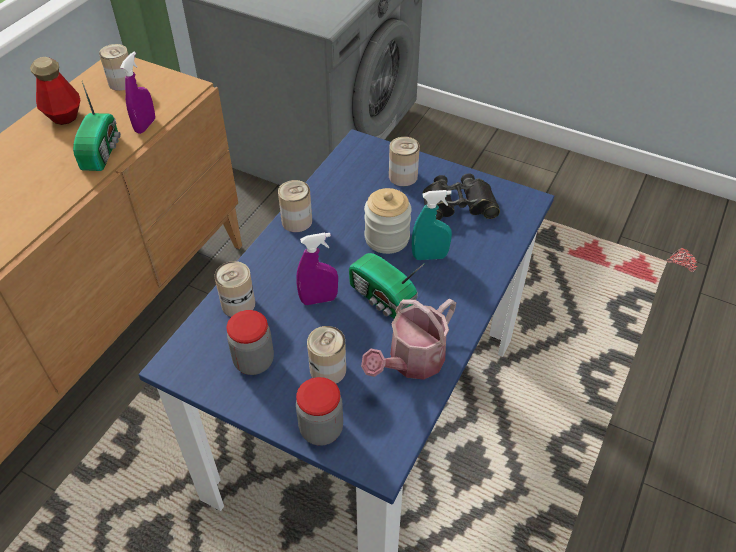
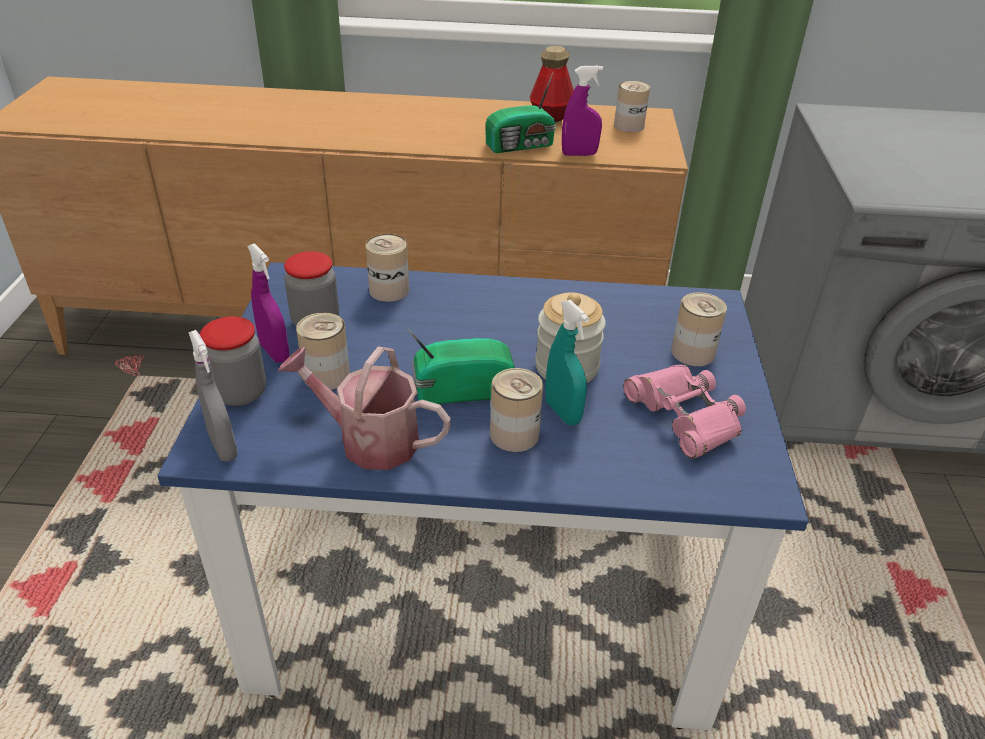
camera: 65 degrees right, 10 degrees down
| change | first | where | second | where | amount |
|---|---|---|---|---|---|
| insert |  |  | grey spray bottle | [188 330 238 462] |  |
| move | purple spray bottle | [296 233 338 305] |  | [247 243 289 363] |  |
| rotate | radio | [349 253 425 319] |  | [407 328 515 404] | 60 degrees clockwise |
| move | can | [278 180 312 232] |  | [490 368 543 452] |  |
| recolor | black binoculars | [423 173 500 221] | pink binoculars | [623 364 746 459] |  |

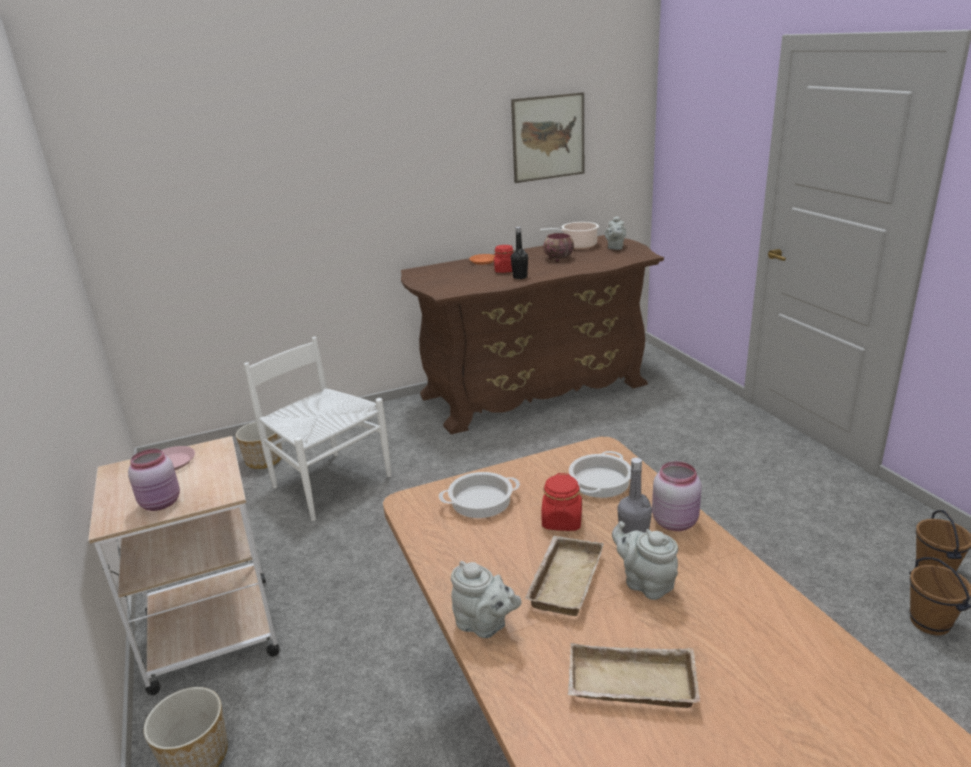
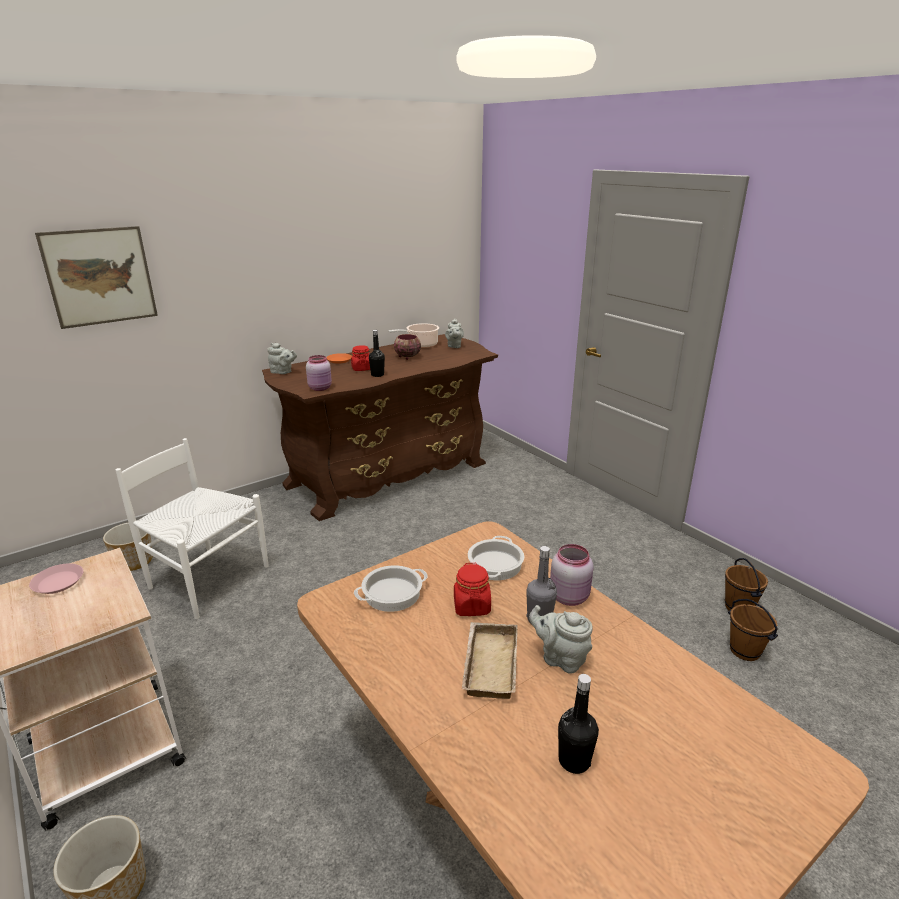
camera: 15 degrees left, 0 degrees up
| change | first | where | second | where | amount |
|---|---|---|---|---|---|
| move | picture | [511 92 584 183] |  | [35 226 158 329] |  |
| move | grey teapot | [451 561 522 638] |  | [267 343 297 374] |  |
| move | pink jar | [128 449 180 511] |  | [306 355 332 391] |  |
| replace | beige tray | [568 643 700 708] | black bottle | [558 674 599 774] |  |

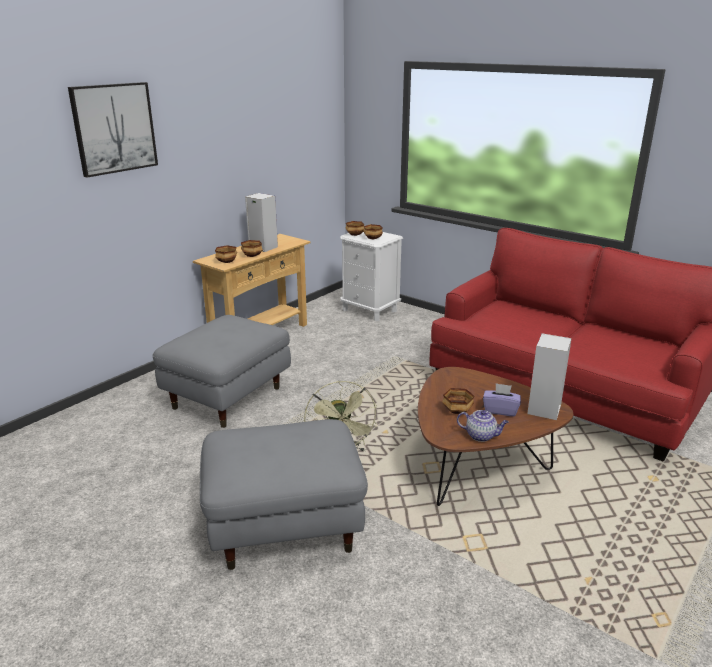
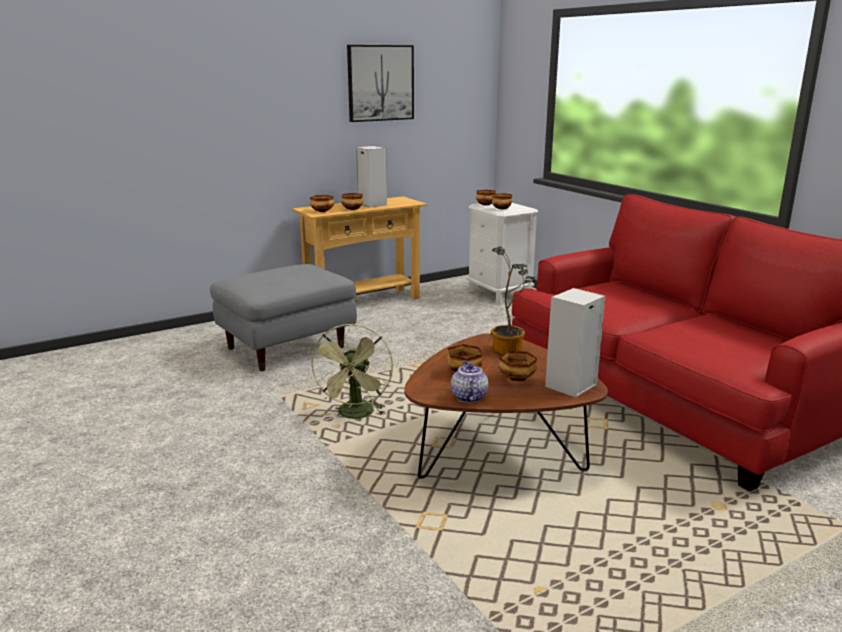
camera: 20 degrees right, 5 degrees down
| change | first | where | second | where | amount |
|---|---|---|---|---|---|
| move | picture | [68 82 158 178] |  | [347 45 414 122] |  |
| rotate | teapot | [457 410 509 442] |  | [451 361 489 403] | 135 degrees counterclockwise |
| insert |  |  | potted plant | [491 246 537 355] |  |
| replace | purple tissue box | [483 383 521 416] | bowl | [498 351 537 381] |  |
| delete | grey ottoman | [200 419 368 570] |  |  |  |

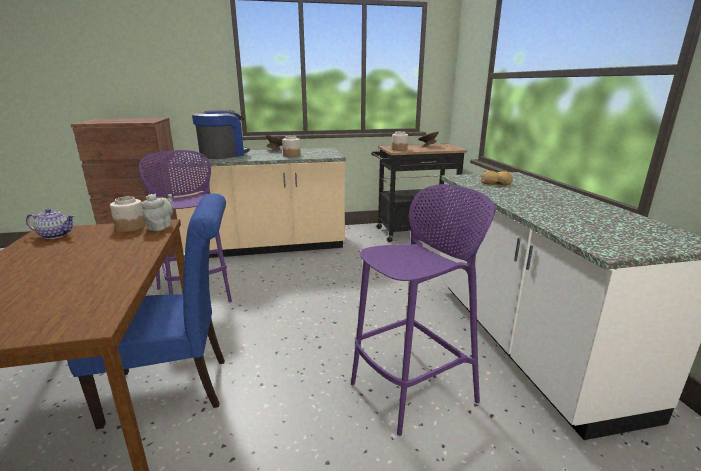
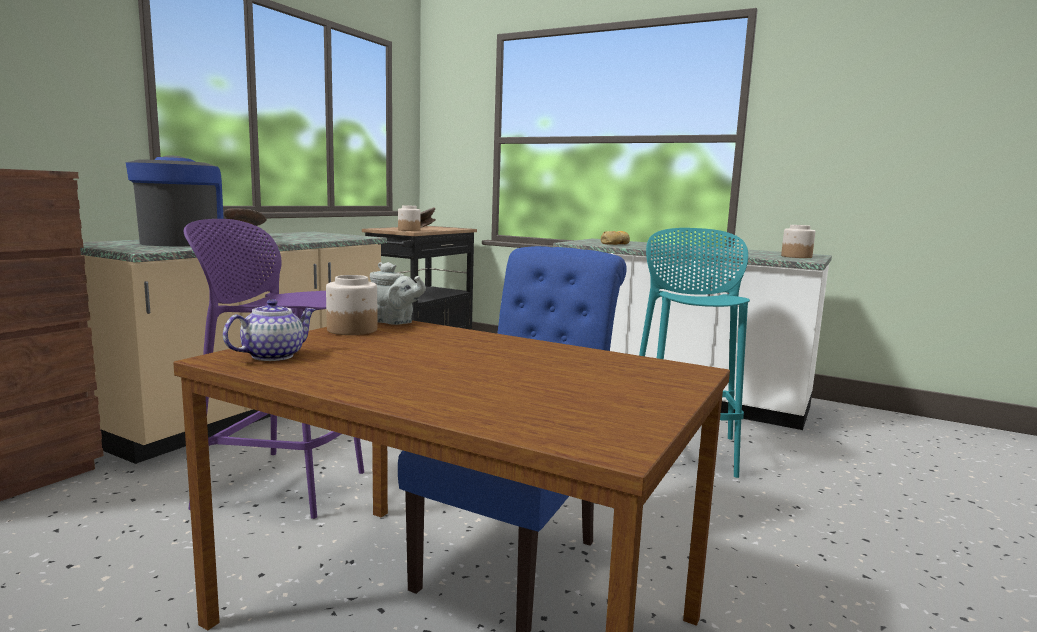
camera: 50 degrees left, 10 degrees down
| change | first | where | second | where | amount |
|---|---|---|---|---|---|
| rotate | grey teapot | [141 193 173 231] |  | [370 262 426 325] | 150 degrees clockwise |
| recolor | purple stool | [351 184 495 436] | turquoise stool | [639 228 750 478] |  |
| move | jar | [282 136 301 157] |  | [781 225 815 258] |  |

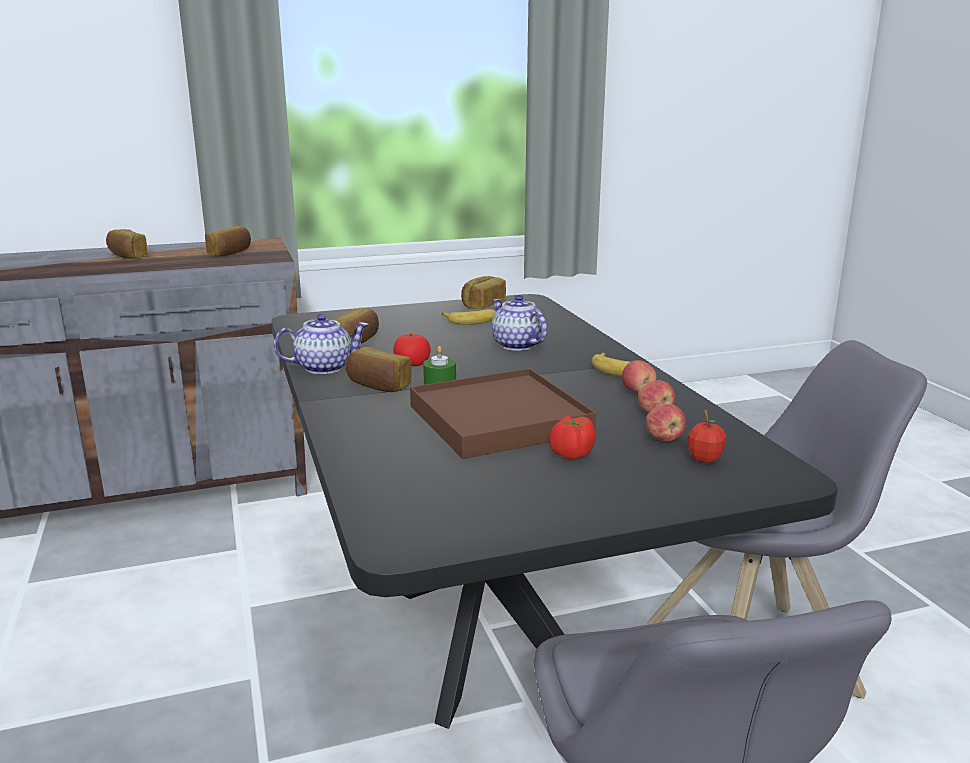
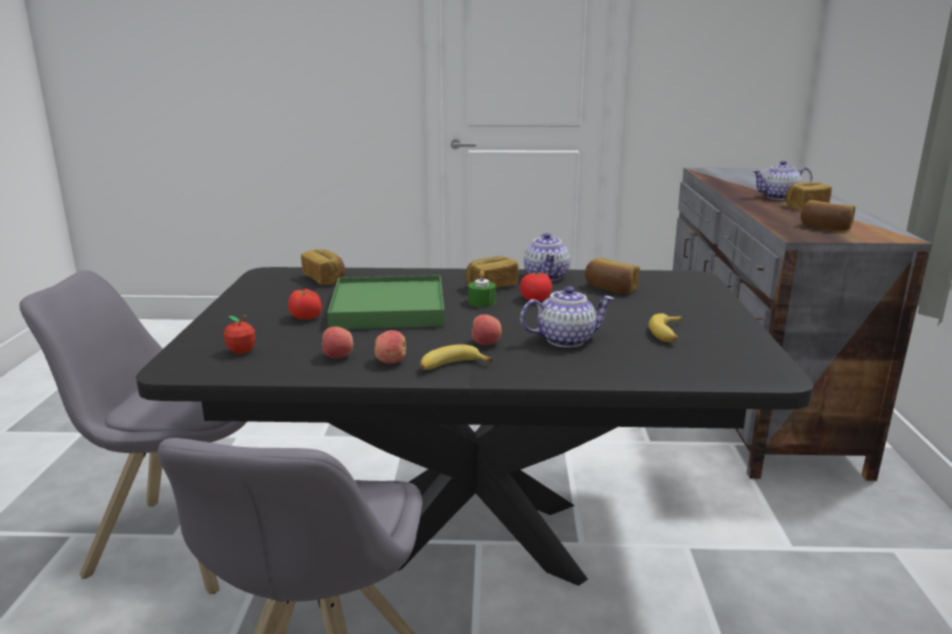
camera: 110 degrees right, 0 degrees up
| change | first | where | second | where | amount |
|---|---|---|---|---|---|
| move | bread | [461 276 506 309] |  | [301 249 345 285] |  |
| recolor | brown tray | [410 369 596 459] | green tray | [327 275 445 329] |  |
| move | apple | [646 404 686 441] |  | [471 314 502 345] |  |
| insert |  |  | teapot | [752 161 812 200] |  |

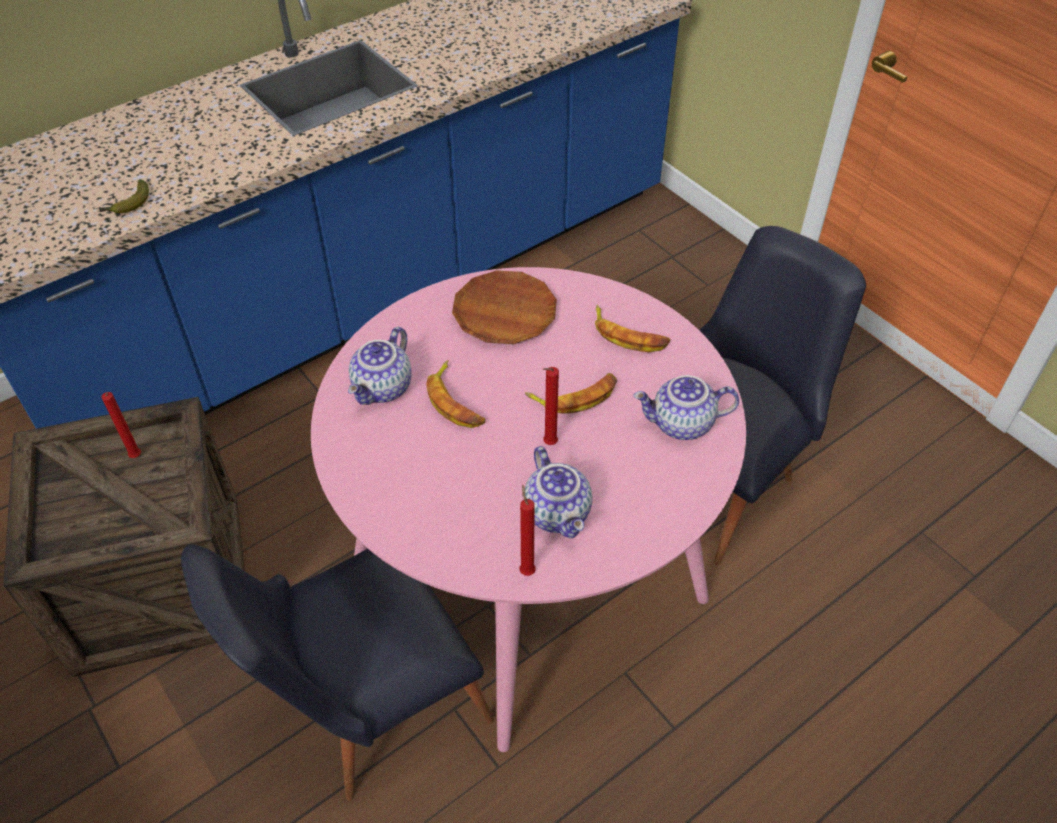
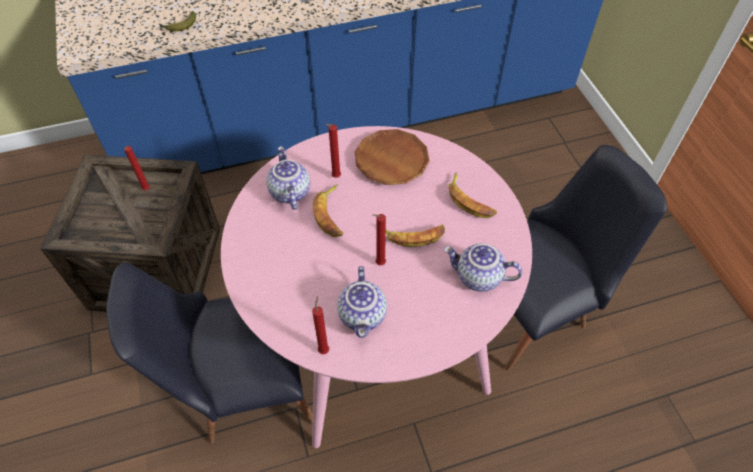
camera: 20 degrees right, 5 degrees up
| change | first | where | second | where | amount |
|---|---|---|---|---|---|
| rotate | teapot | [348 327 411 405] |  | [266 146 310 210] | 120 degrees clockwise |
| insert |  |  | red candle | [324 124 341 178] |  |

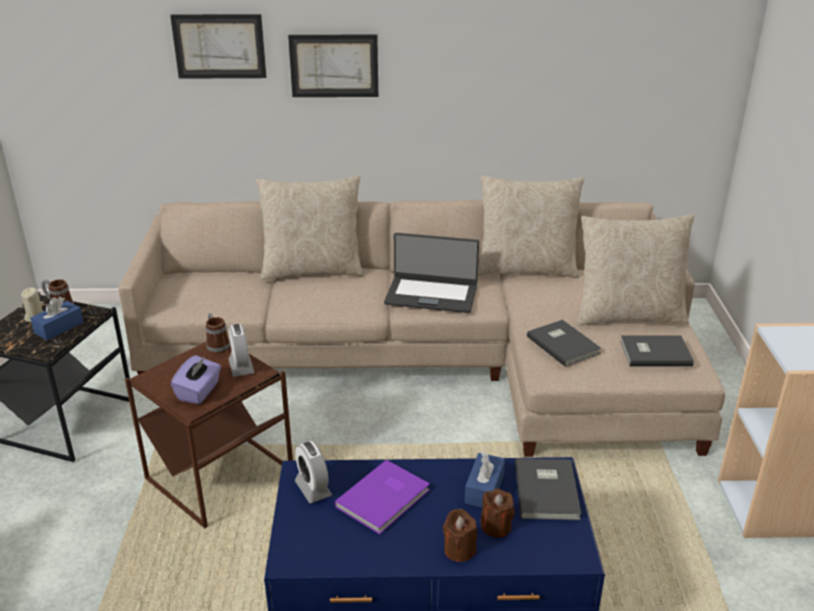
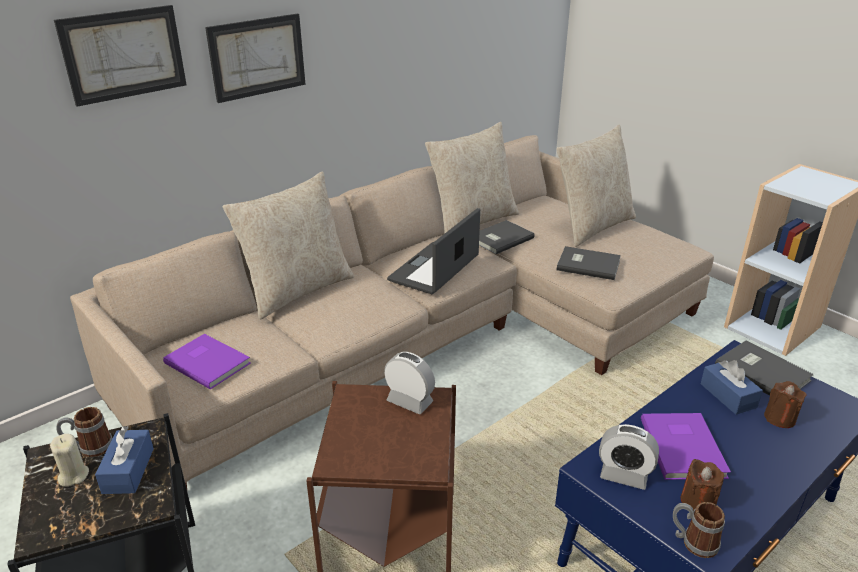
camera: 40 degrees left, 0 degrees up
| change | first | where | second | where | amount |
|---|---|---|---|---|---|
| insert |  |  | purple book | [163 334 250 389] |  |
| rotate | laptop | [384 233 479 313] |  | [387 208 480 294] | 150 degrees clockwise |
| move | grey book | [620 335 694 366] |  | [479 220 535 254] |  |
| move | mug | [206 313 230 354] |  | [673 502 725 558] |  |
| move | brown candle | [443 509 477 562] |  | [681 459 724 510] |  |
| delete | purple tissue box | [171 355 221 404] |  |  |  |

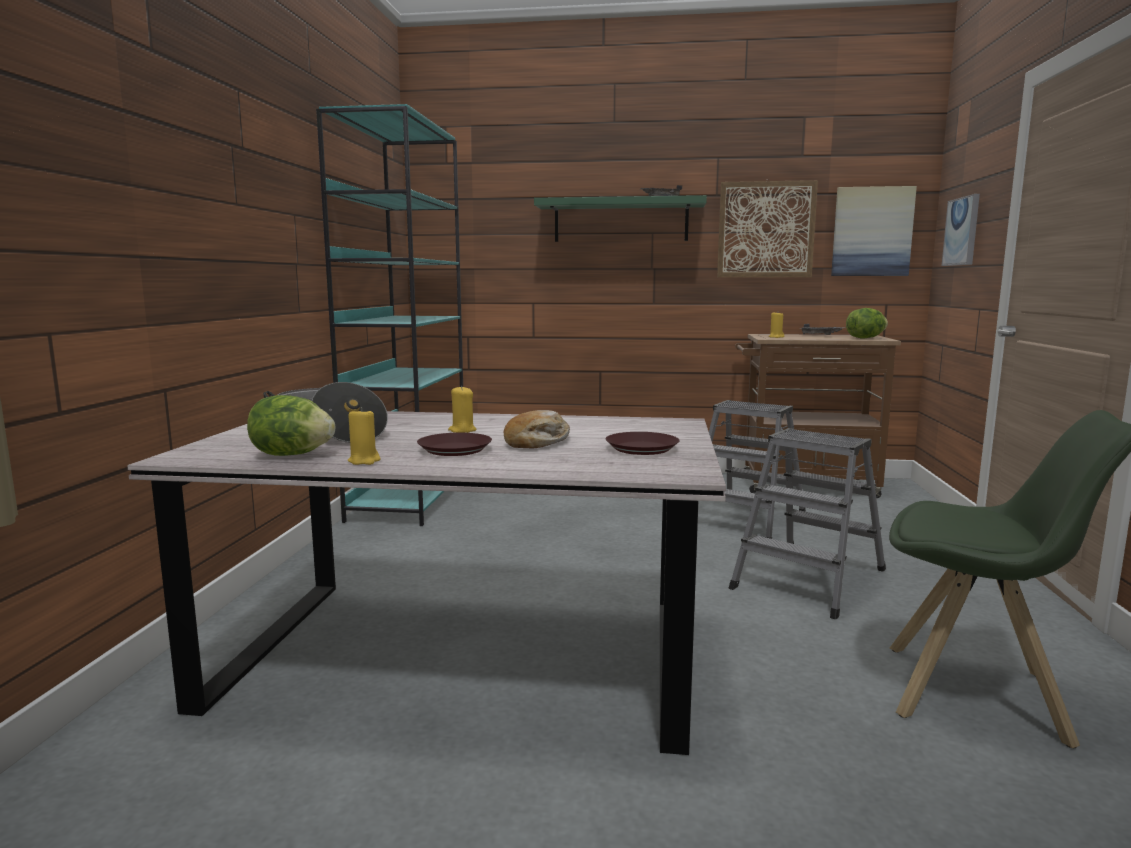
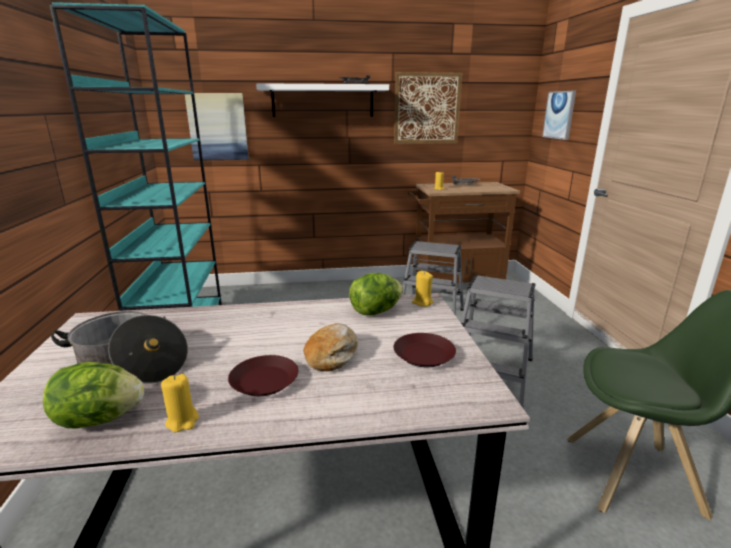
camera: 15 degrees left, 10 degrees up
| change | first | where | second | where | amount |
|---|---|---|---|---|---|
| move | picture | [831 186 917 276] |  | [185 93 249 161] |  |
| recolor | green shelf | [534 195 707 242] | white shelf | [256 83 389 117] |  |
| move | lettuce | [846 308 888 339] |  | [349 273 403 316] |  |
| move | yellow candle | [448 386 477 433] |  | [412 271 433 307] |  |

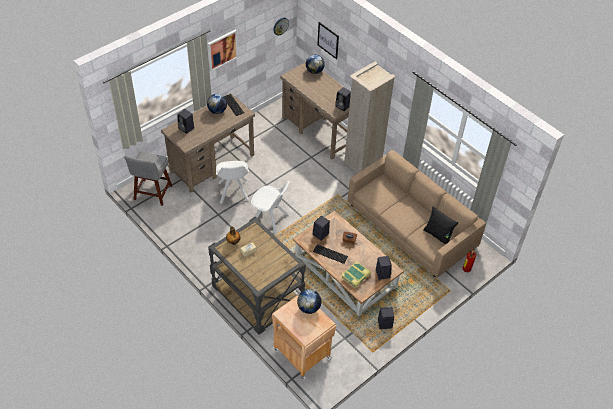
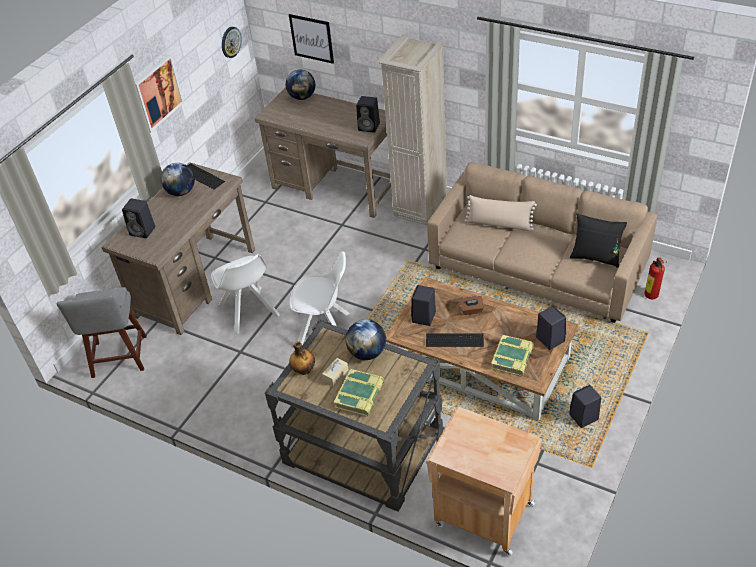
camera: 15 degrees left, 5 degrees down
| change | first | where | second | where | amount |
|---|---|---|---|---|---|
| insert |  |  | book | [334 369 385 417] |  |
| move | globe | [297 289 321 314] |  | [345 319 386 360] |  |
| insert |  |  | beige pillow | [465 195 537 231] |  |

